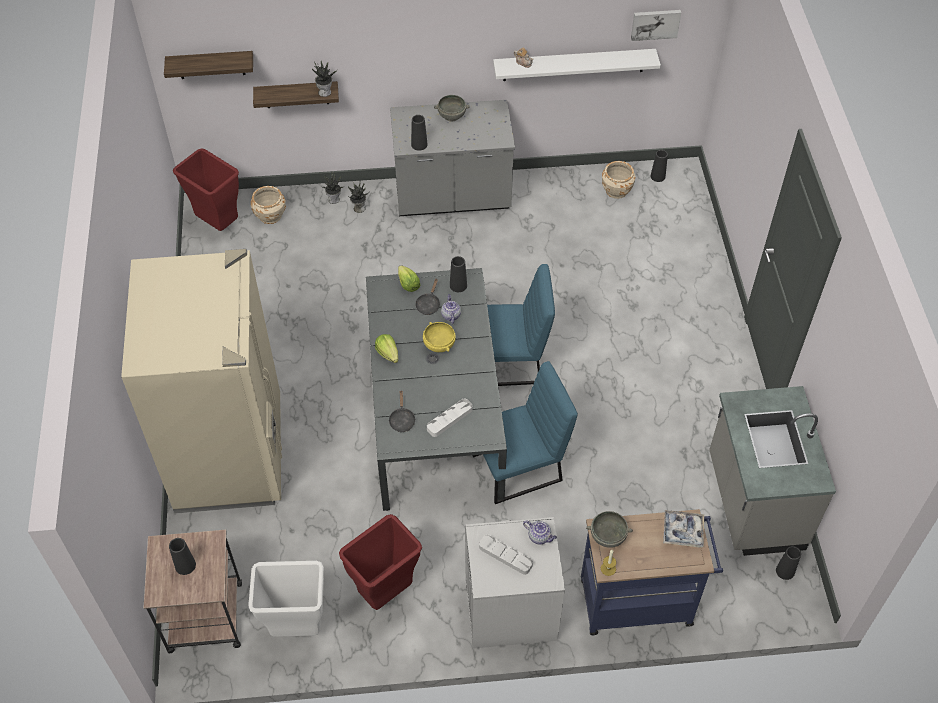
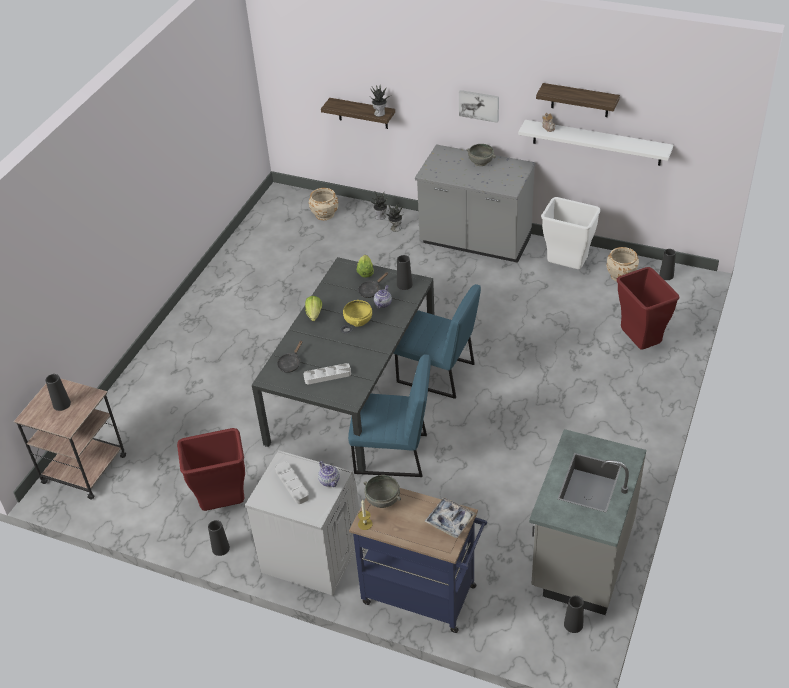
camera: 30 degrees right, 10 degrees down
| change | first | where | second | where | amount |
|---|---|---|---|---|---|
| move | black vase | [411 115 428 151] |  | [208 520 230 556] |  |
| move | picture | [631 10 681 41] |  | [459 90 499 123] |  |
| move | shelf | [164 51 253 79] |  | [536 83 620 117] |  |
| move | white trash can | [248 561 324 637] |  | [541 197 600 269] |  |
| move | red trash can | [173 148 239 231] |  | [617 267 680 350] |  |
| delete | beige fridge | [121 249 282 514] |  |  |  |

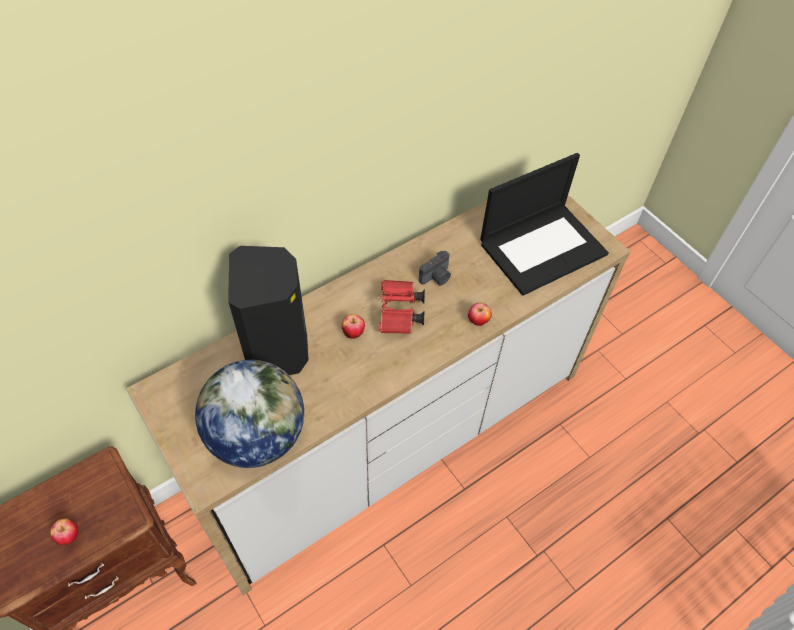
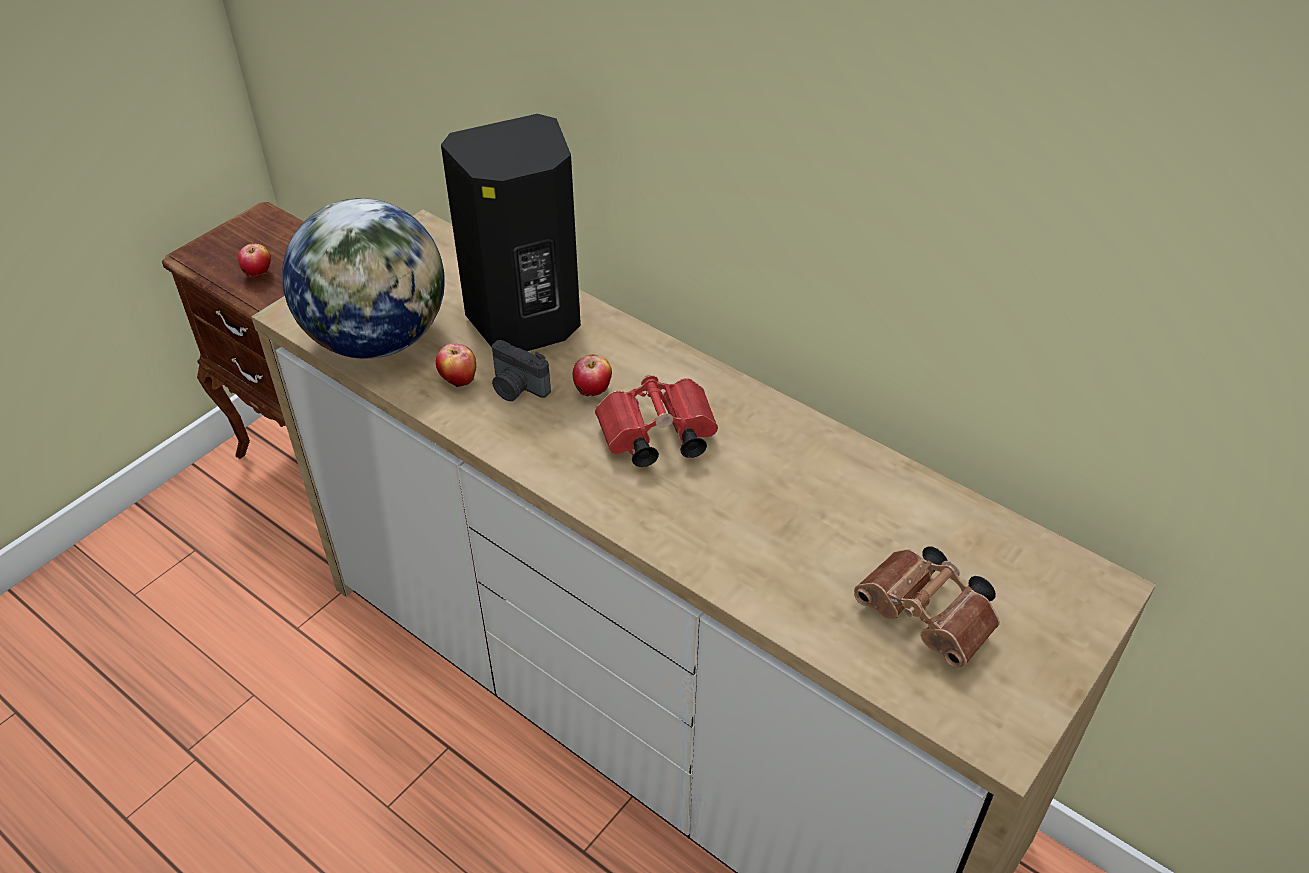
camera: 75 degrees right, 10 degrees down
| change | first | where | second | where | amount |
|---|---|---|---|---|---|
| move | apple | [468 303 492 326] |  | [436 343 476 387] |  |
| move | photo camera | [419 251 451 285] |  | [492 340 551 401] |  |
| replace | laptop | [480 153 609 296] | brown binoculars | [854 546 1000 668] |  |

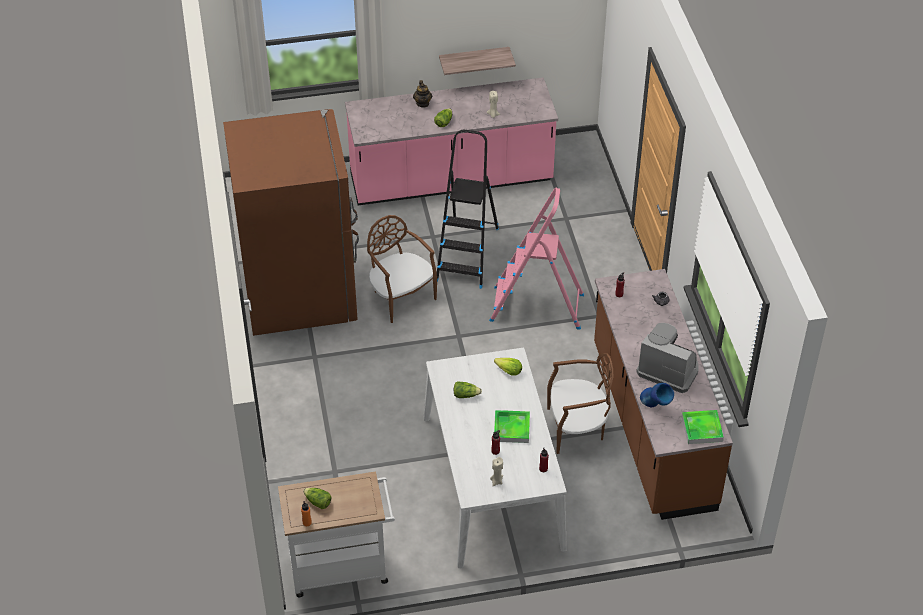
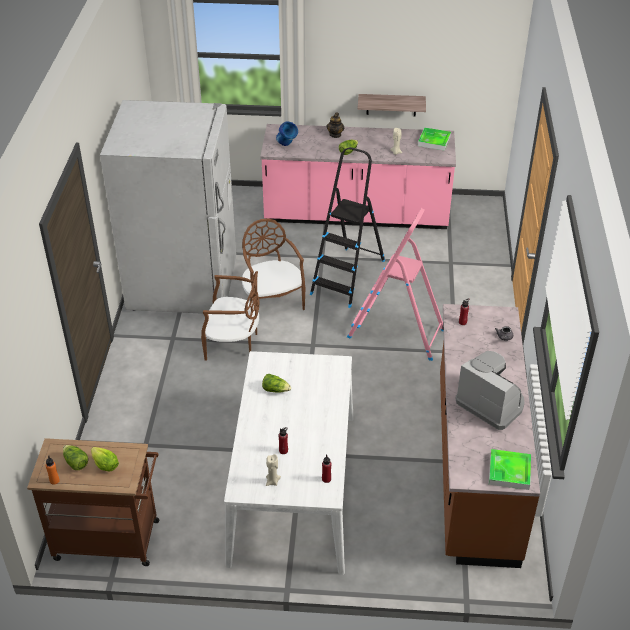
camera: 15 degrees right, 5 degrees down
| change | first | where | second | where | amount |
|---|---|---|---|---|---|
| recolor | white cart | [278 471 395 597] | brown cart | [27 438 159 566] |  |
| move | lettuce | [494 358 522 376] |  | [91 447 119 471] |  |
| recolor | brown fridge | [223 109 359 336] | white fridge | [100 100 236 314] |  |
| move | brown chair | [547 353 614 454] |  | [201 271 260 361] |  |
| move | blue vase | [640 383 674 407] |  | [276 122 298 146] |  |
| move | tray | [494 410 530 443] |  | [418 127 451 151] |  |

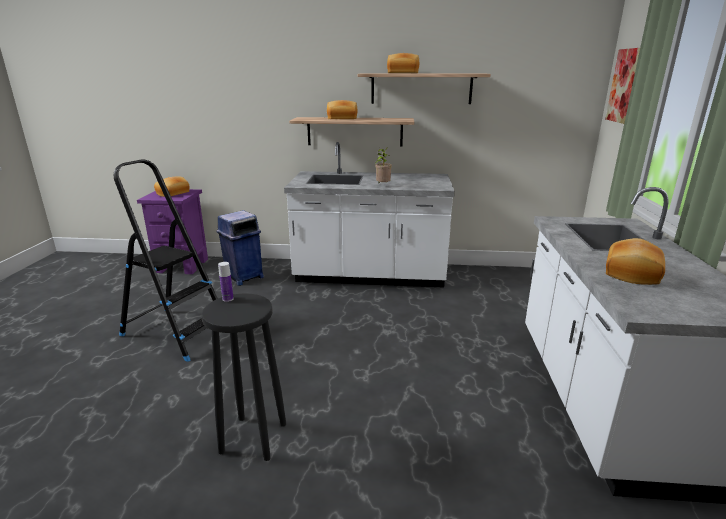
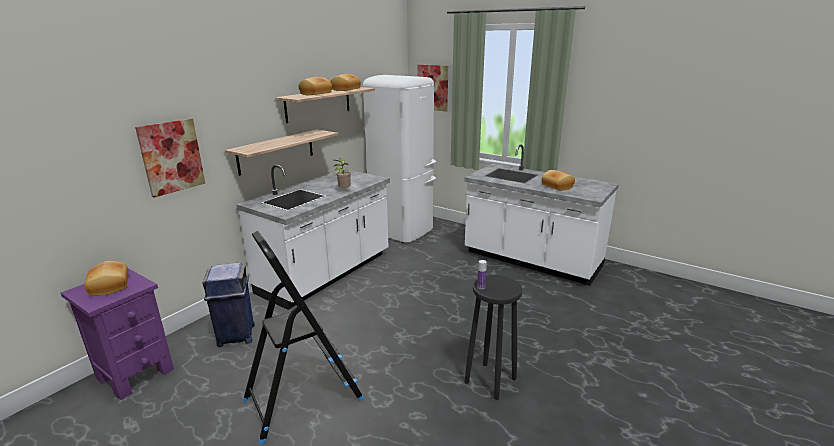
camera: 60 degrees left, 0 degrees up
| change | first | where | second | where | amount |
|---|---|---|---|---|---|
| insert |  |  | picture | [135 118 205 198] |  |
| move | bread | [327 100 357 119] |  | [330 74 361 91] |  |
| insert |  |  | white fridge | [363 75 436 243] |  |

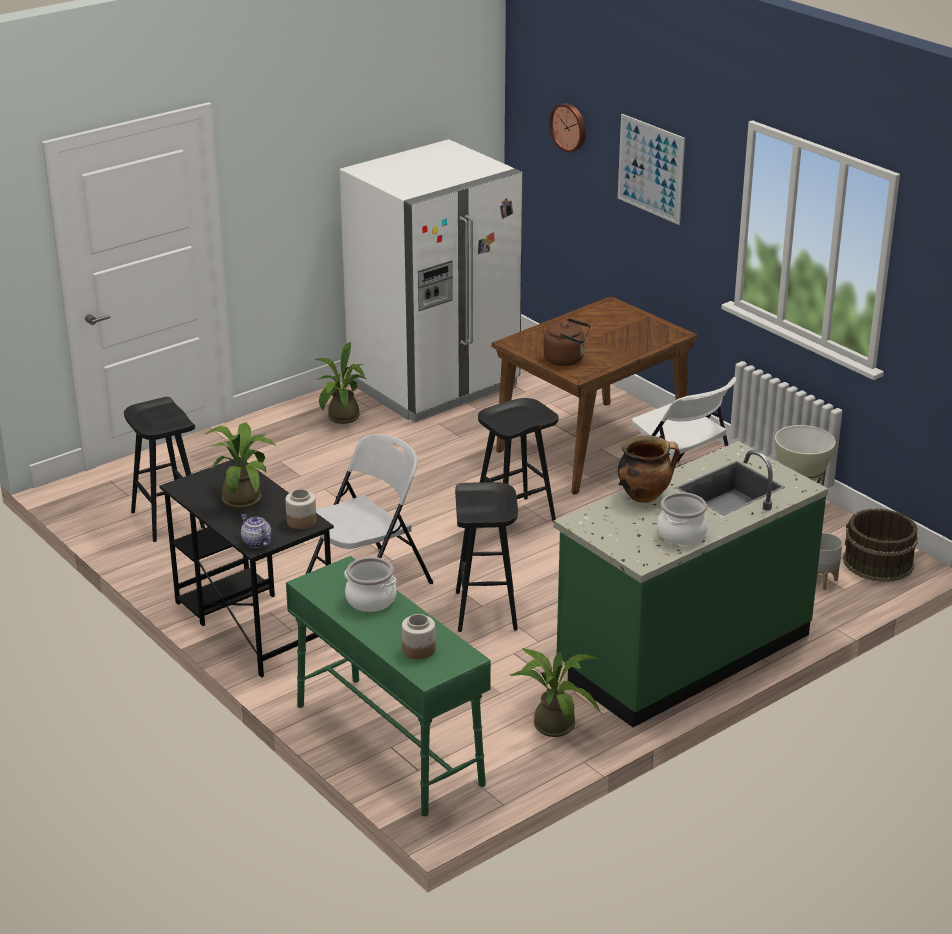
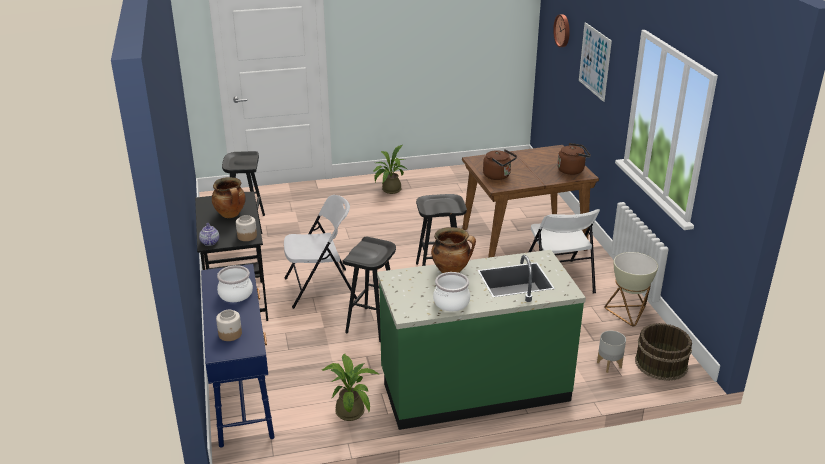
camera: 25 degrees right, 0 degrees up
| change | first | where | second | where | amount |
|---|---|---|---|---|---|
| recolor | green console table | [286 556 491 817] | blue console table | [201 264 275 447] |  |
| replace | potted plant | [205 422 276 509] | cooking pot | [212 177 246 218] |  |
| insert |  |  | brown kettle | [557 143 591 175] |  |
| delete | white fridge | [339 139 523 422] |  |  |  |

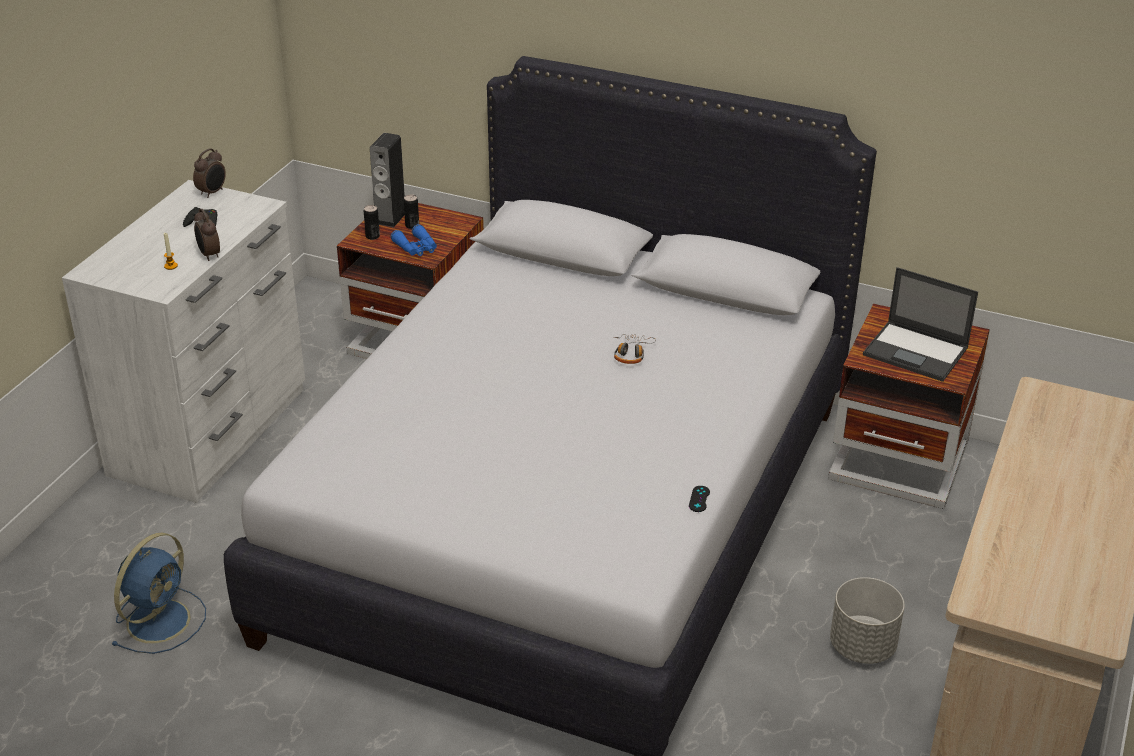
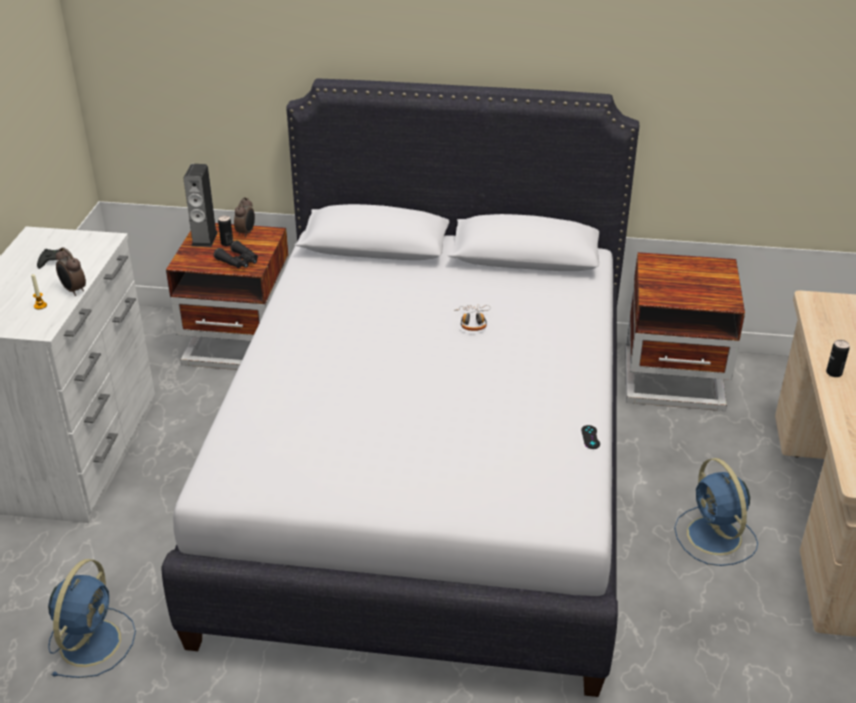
camera: 15 degrees left, 0 degrees up
| change | first | where | second | where | amount |
|---|---|---|---|---|---|
| recolor | blue binoculars | [391 224 437 256] | black binoculars | [214 241 258 268] |  |
| move | alarm clock | [193 148 226 198] |  | [234 197 255 237] |  |
| replace | grey planter | [830 577 905 664] | blue fan | [674 458 758 566] |  |
| move | can | [364 205 380 240] |  | [826 340 850 377] |  |
| delete | laptop | [863 267 978 382] |  |  |  |

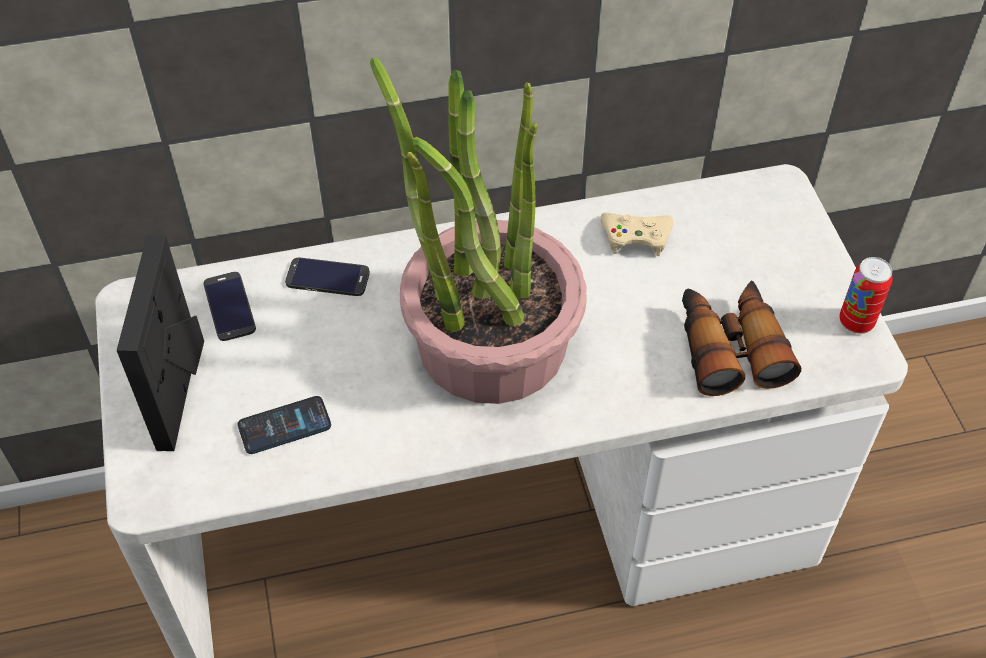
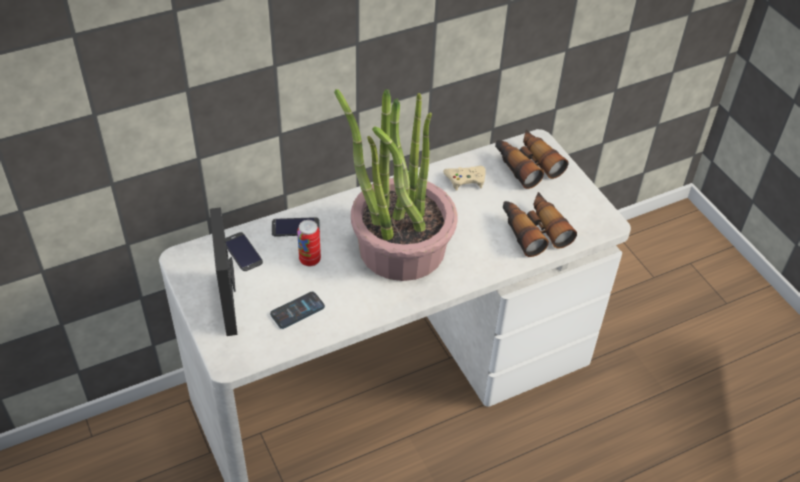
camera: 15 degrees left, 5 degrees down
| change | first | where | second | where | amount |
|---|---|---|---|---|---|
| move | can | [839 257 893 334] |  | [297 220 321 266] |  |
| insert |  |  | binoculars | [495 130 568 189] |  |

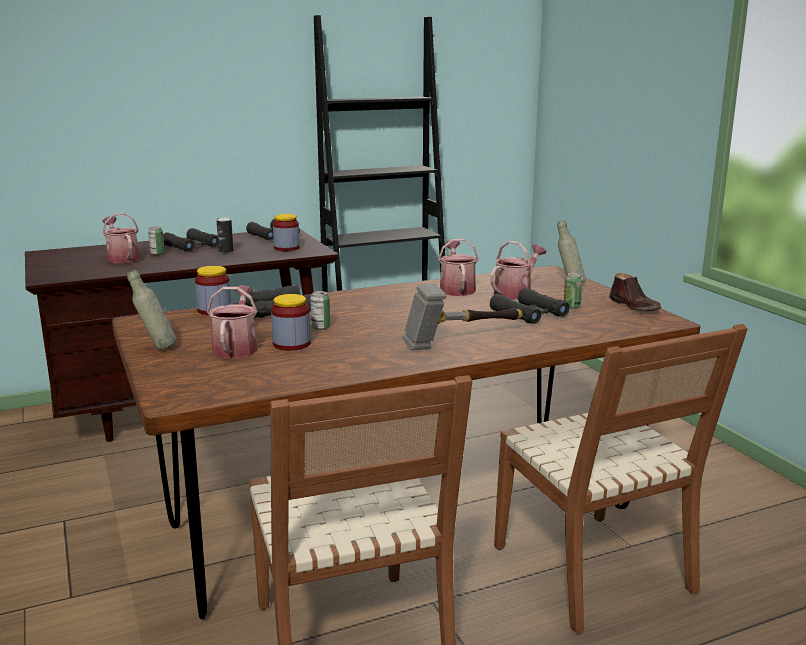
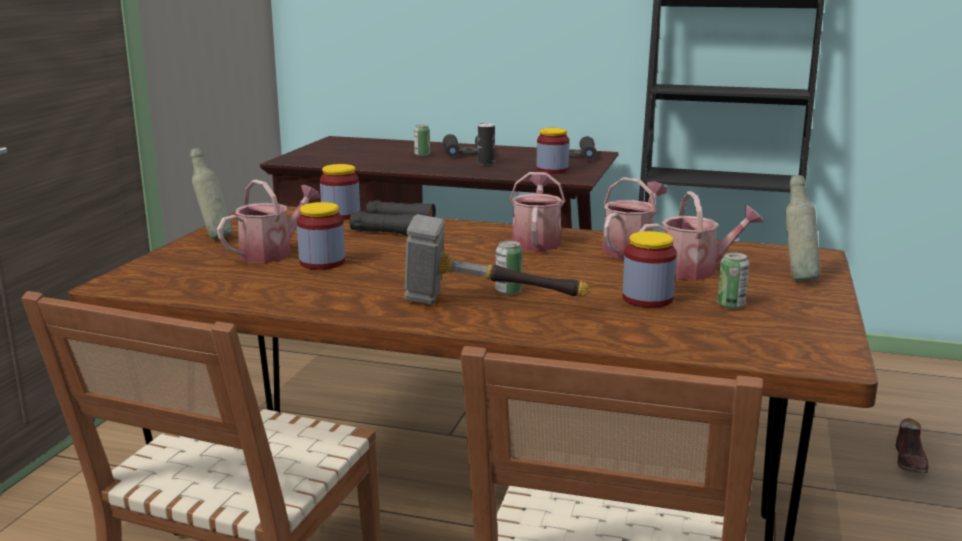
camera: 40 degrees right, 0 degrees up
| change | first | where | second | where | amount |
|---|---|---|---|---|---|
| move | can | [310 291 330 330] |  | [496 241 523 295] |  |
| move | watering can | [102 213 140 263] |  | [509 172 565 251] |  |
| replace | black binoculars | [490 288 569 324] | jar | [622 231 677 308] |  |
| move | brown shoe | [609 273 662 311] |  | [896 418 929 473] |  |

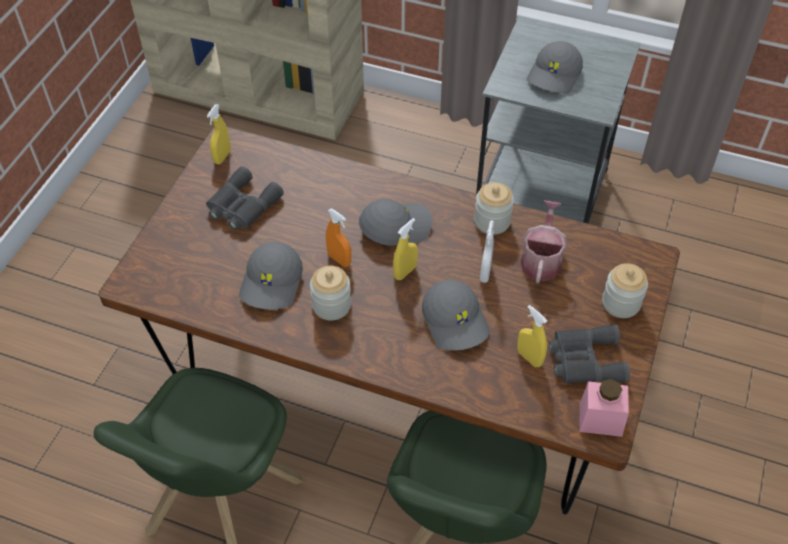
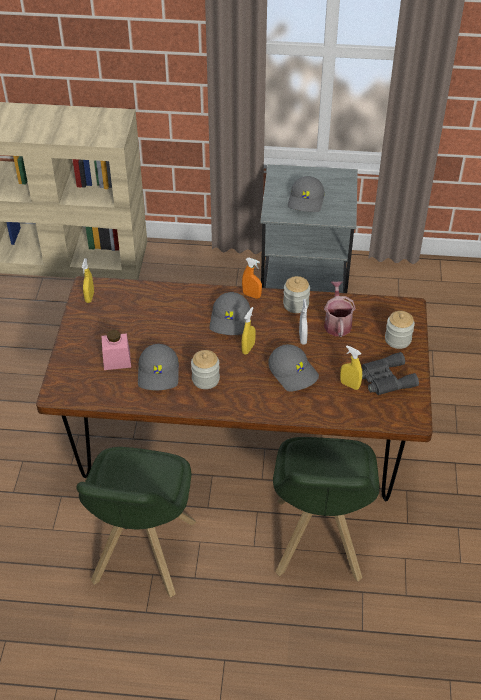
camera: 15 degrees left, 5 degrees down
| change | first | where | second | where | amount |
|---|---|---|---|---|---|
| move | pink jar | [579 379 629 437] |  | [102 330 131 370] |  |
| rotate | grey cap | [359 199 432 245] |  | [209 292 250 335] | 135 degrees clockwise |
| move | orange spray bottle | [326 209 351 267] |  | [242 258 262 299] |  |
| delete | grey binoculars | [206 166 284 230] |  |  |  |

